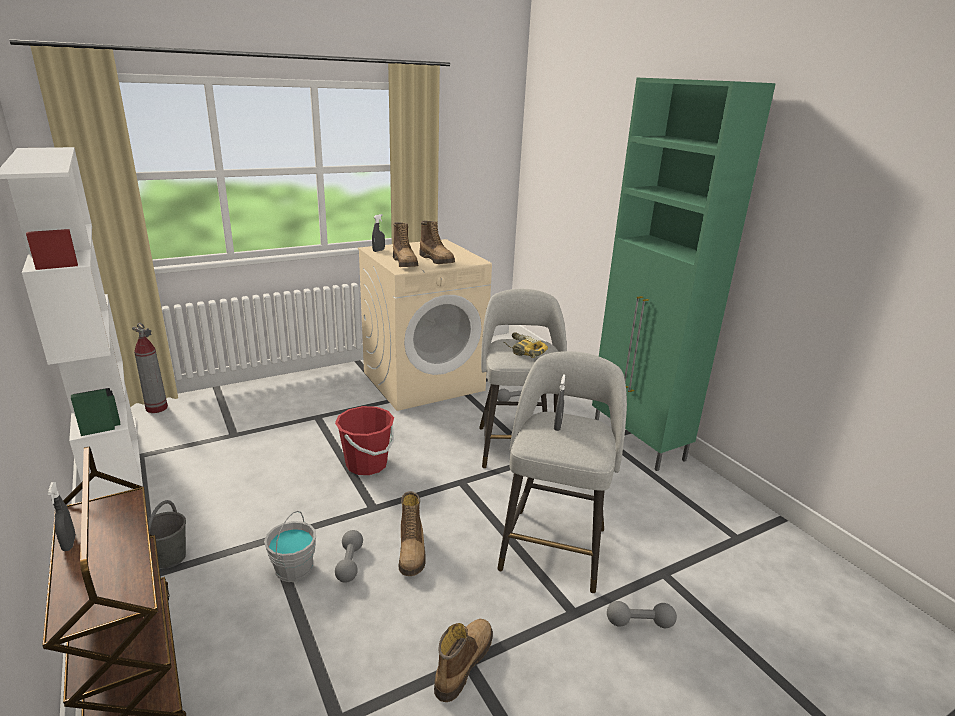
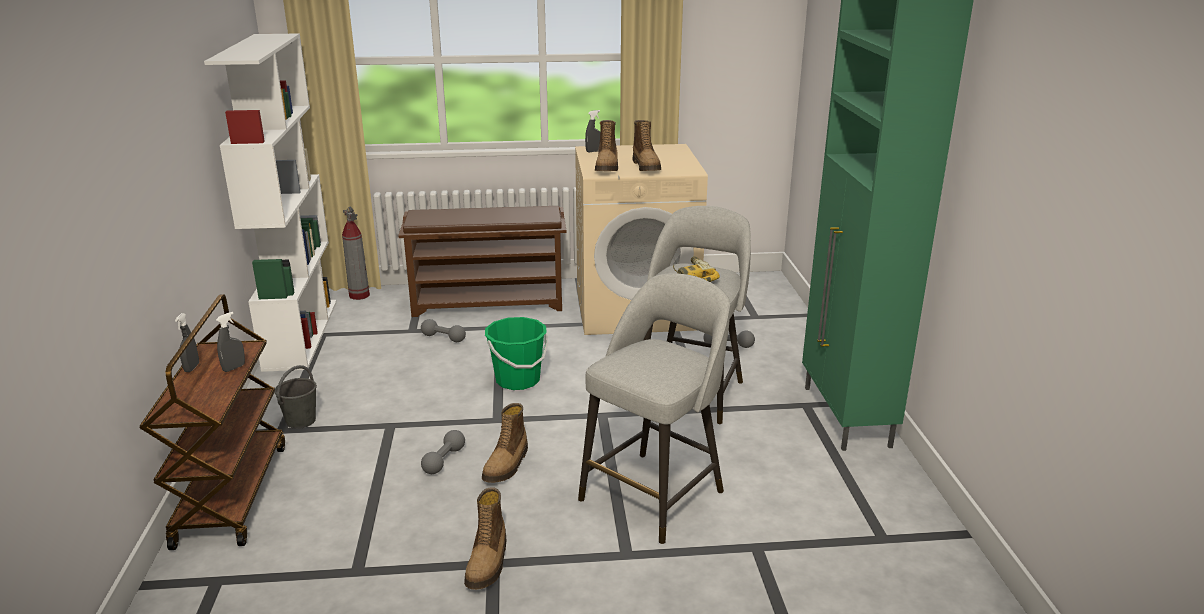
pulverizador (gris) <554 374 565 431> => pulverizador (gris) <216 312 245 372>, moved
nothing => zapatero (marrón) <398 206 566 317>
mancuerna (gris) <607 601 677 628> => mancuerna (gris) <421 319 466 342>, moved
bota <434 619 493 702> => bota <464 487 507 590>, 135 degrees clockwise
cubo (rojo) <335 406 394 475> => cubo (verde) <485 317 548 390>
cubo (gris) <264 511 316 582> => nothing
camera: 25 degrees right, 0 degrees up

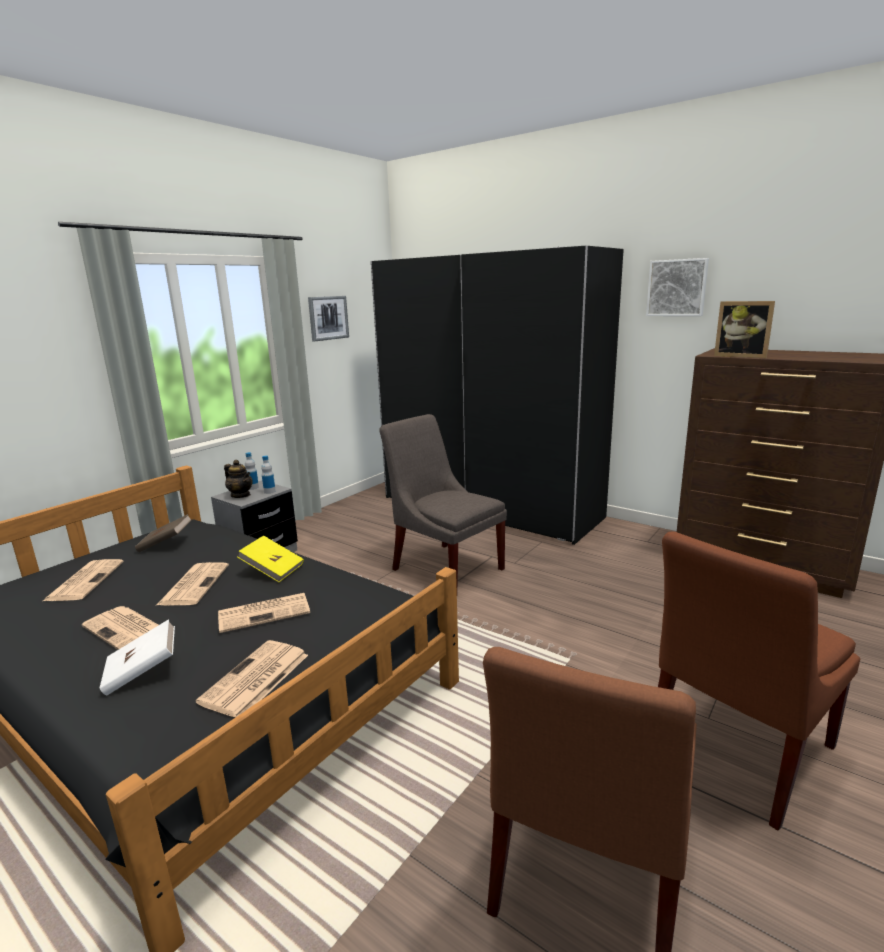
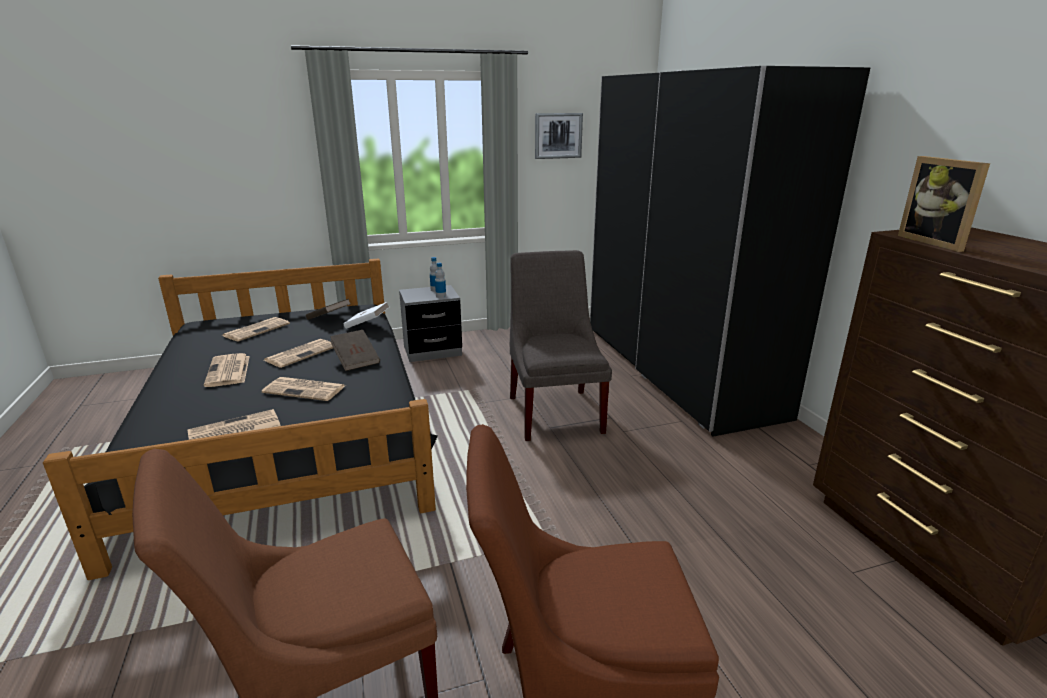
libro (amarillo) <237 535 304 582> => libro (marrón) <330 330 380 371>
libro (blanco) <99 619 175 696> => libro (blanco) <343 302 389 329>, moved
tetera <224 460 253 498> => nothing
cuadro <646 258 709 316> => nothing
camera: 35 degrees right, 5 degrees up

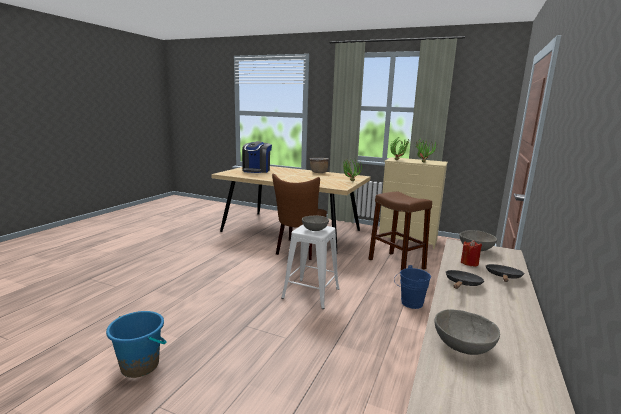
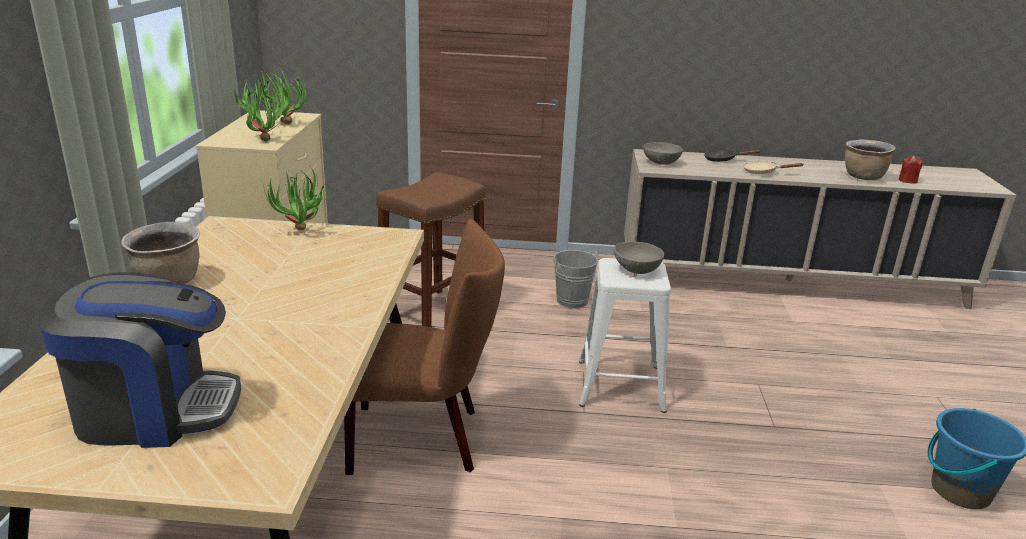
cubo (azul) <394 265 431 309> => cubo (gris) <553 250 599 309>
sartén (negro) <446 270 484 289> => sartén (beis) <744 161 804 174>
cuenco (gris) <435 309 500 355> => olla (marrón) <845 139 896 180>
vela (rojo) <461 240 482 267> => vela (rojo) <899 156 922 184>, moved
camera: 110 degrees left, 10 degrees up

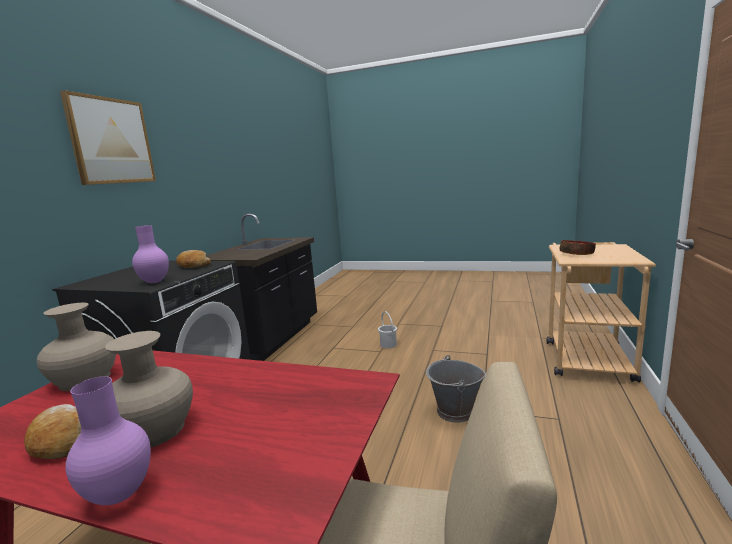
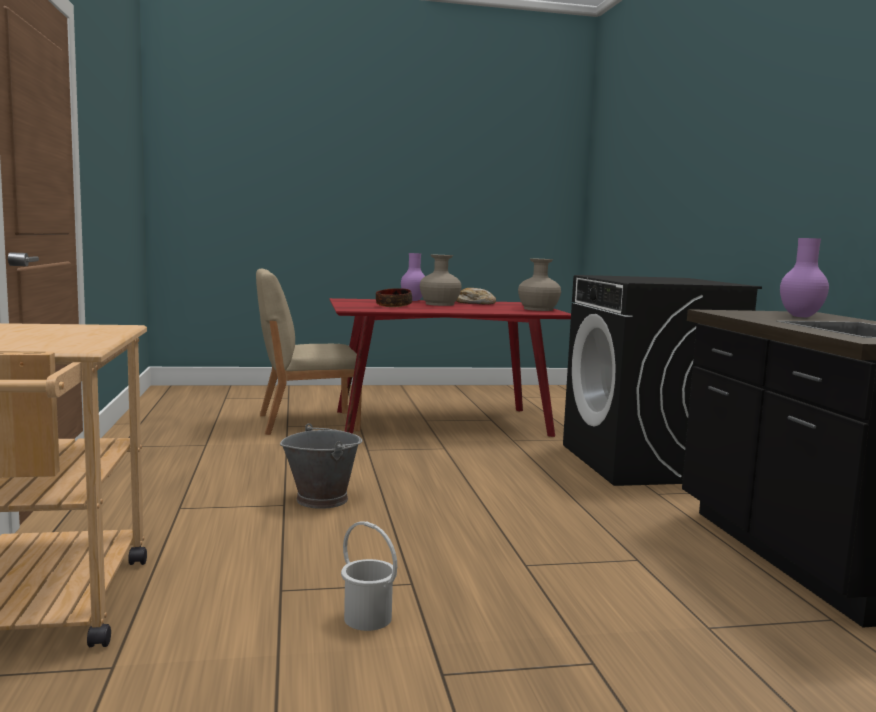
cubo (blanco) <378 311 397 348> => cubo (blanco) <341 521 397 631>, moved
cuenco <560 240 596 255> => cuenco <376 288 412 307>, moved
florero (morado) <132 225 169 283> => florero (morado) <780 238 829 317>, moved
cuadro <60 90 156 185> => nothing
pan <176 250 211 268> => nothing
camera: 150 degrees right, 5 degrees down

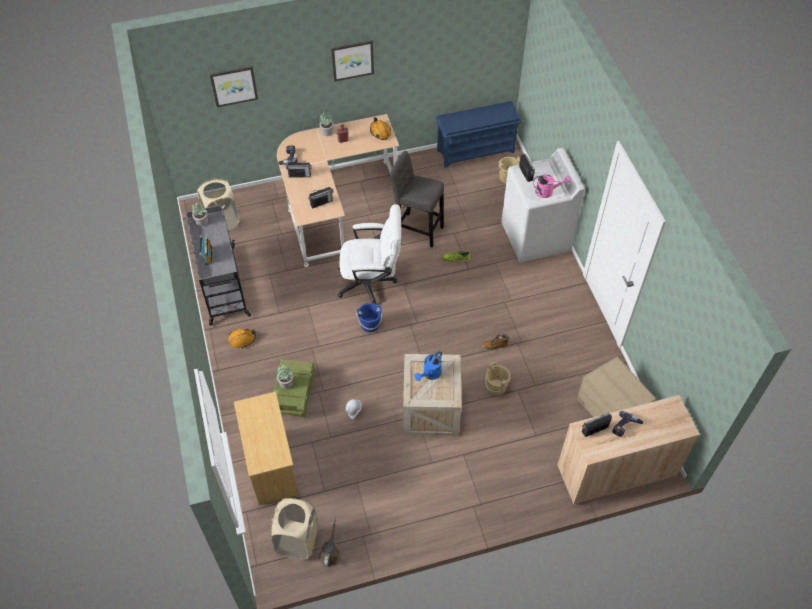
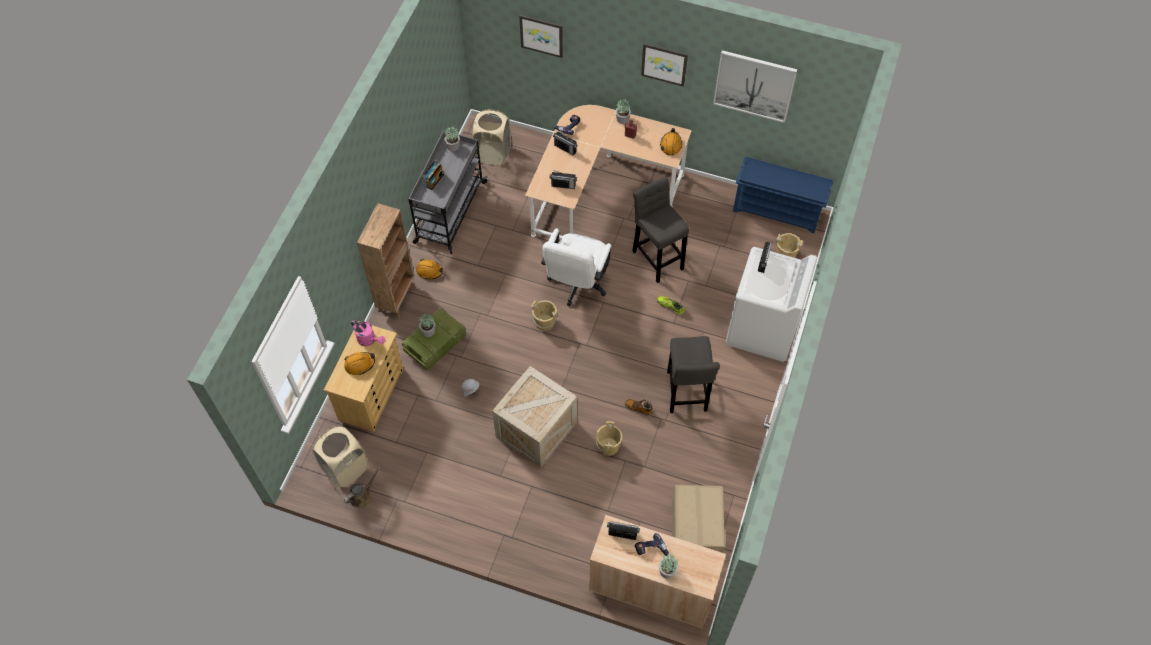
nothing => casco (naranja) <344 352 375 375>
regadera (rosa) <533 174 571 198> => regadera (rosa) <351 320 385 346>, moved
nothing => estantería (marrón) <357 203 415 318>
cubo (azul) <356 303 383 333> => cubo (beis) <531 300 557 331>
silla de oficina (blanco) <338 204 401 305> => silla de oficina (blanco) <541 228 611 306>, 75 degrees clockwise
nothing => planta en maceta <659 555 678 579>
nothing => taburete (gris) <667 336 720 413>
nothing => cuadro <713 50 798 123>
regadera (azul) <415 351 442 381> => nothing
camera: 35 degrees right, 5 degrees up

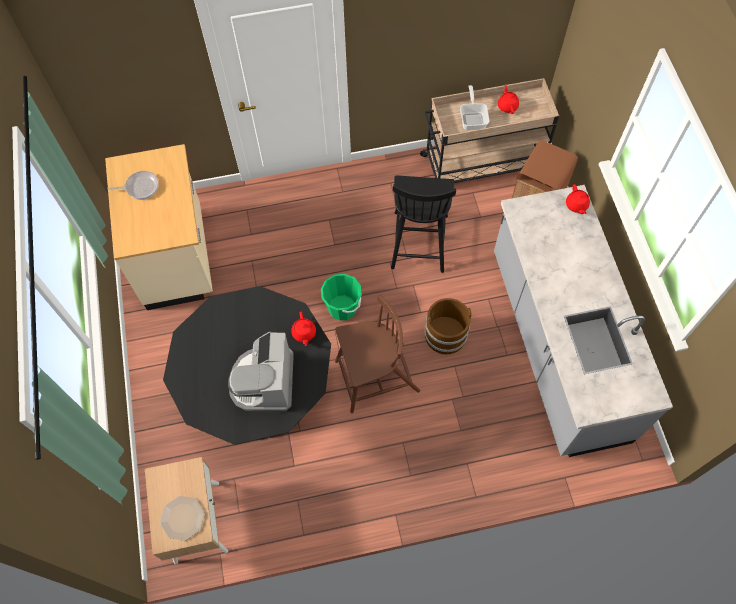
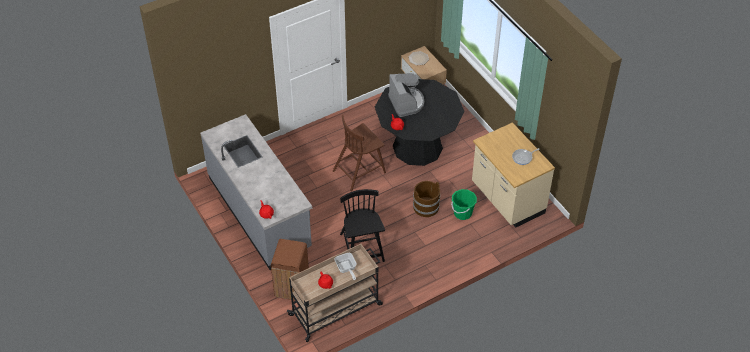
cubo (marrón) <425 298 471 354> => cubo (marrón) <413 181 440 217>, moved
cubo (verde) <321 274 362 321> => cubo (verde) <451 189 477 220>, moved
camera: 160 degrees right, 15 degrees down

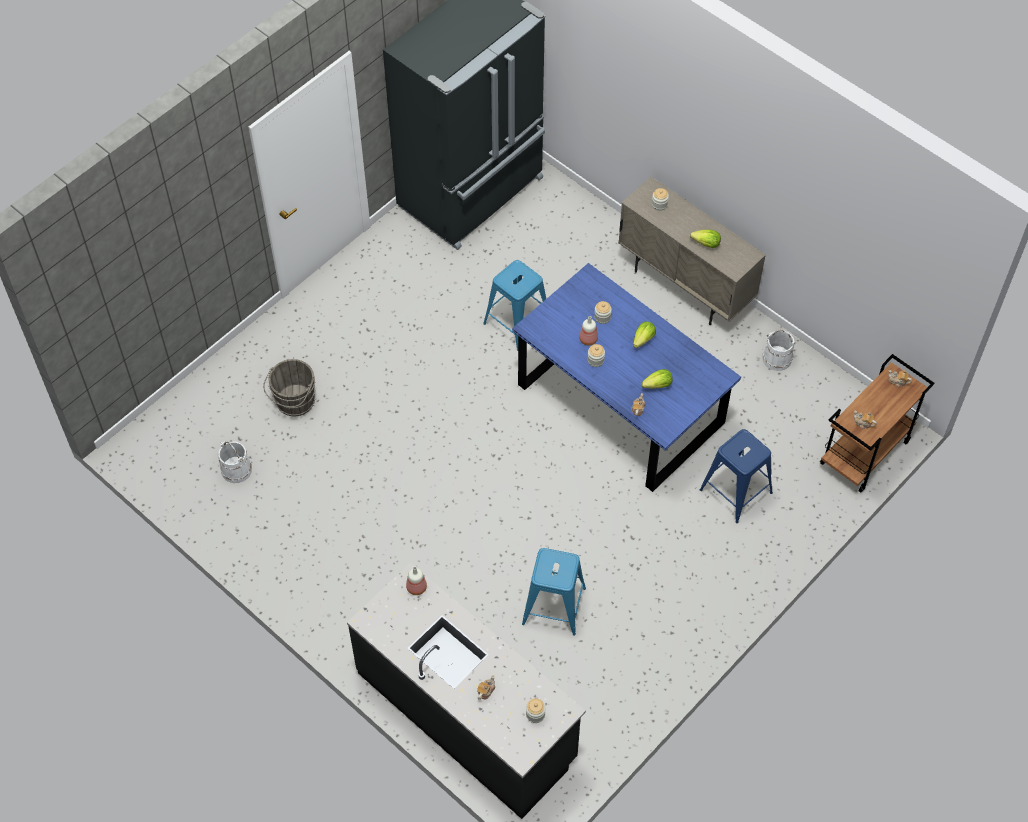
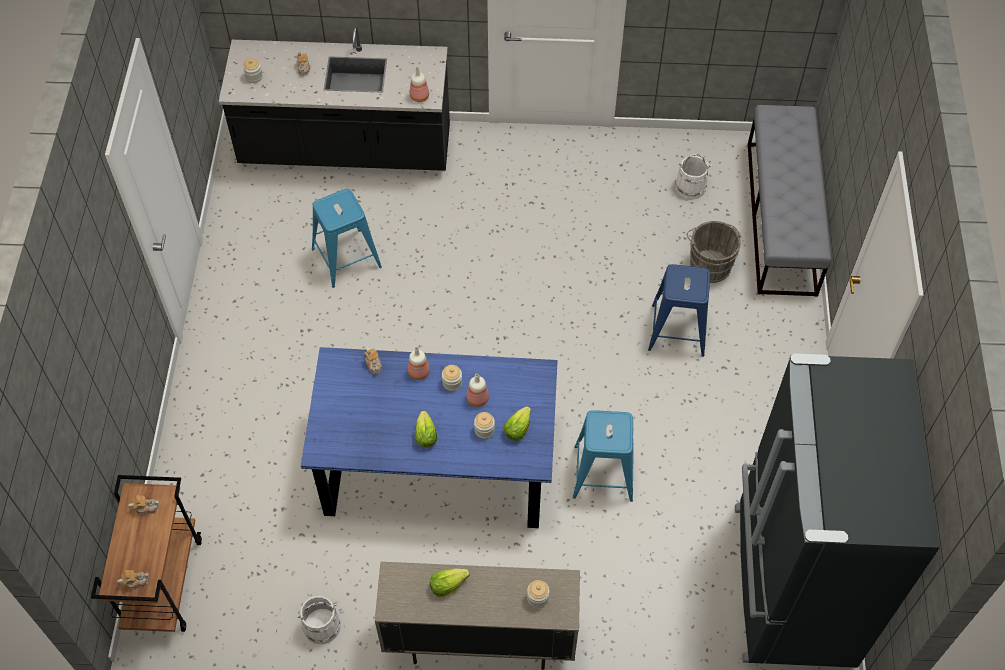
nothing => botella <408 347 430 380>
lechuga <641 369 673 389> => lechuga <504 406 531 441>, moved
taburete (azul) <700 429 773 523> => taburete (azul) <648 264 710 357>, moved
nothing => banco (gris) <748 105 832 297>
camera: 140 degrees right, 0 degrees up

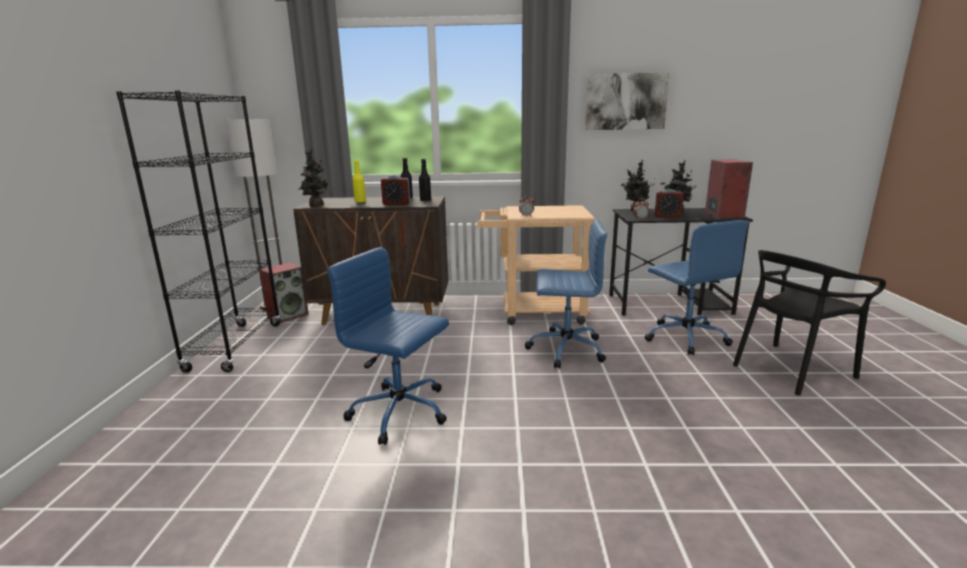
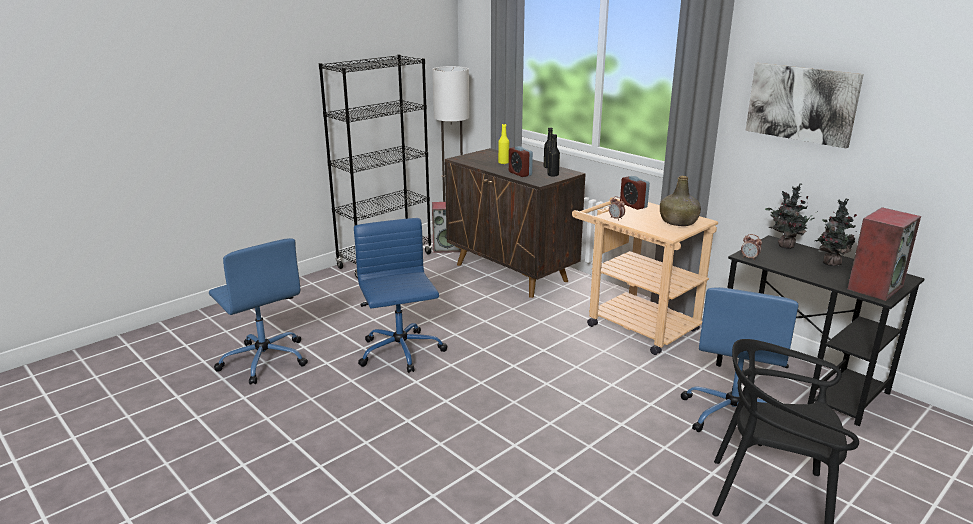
silla de oficina (azul) <525 219 607 369> => silla de oficina (azul) <209 238 308 385>, moved
despertador <654 189 683 218> => despertador <620 176 650 210>, moved
nothing => botella (verde) <660 176 701 226>
planta en maceta <299 149 328 206> => nothing
camera: 45 degrees right, 5 degrees up

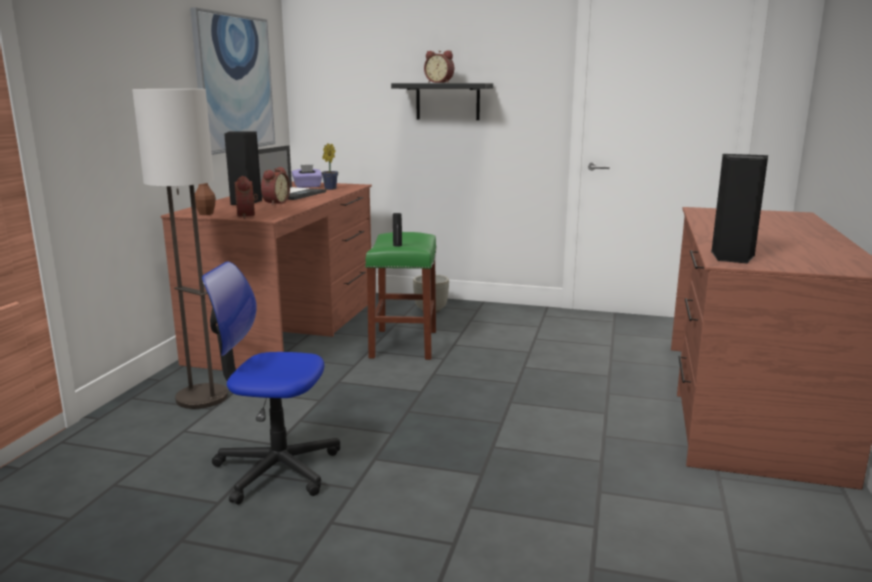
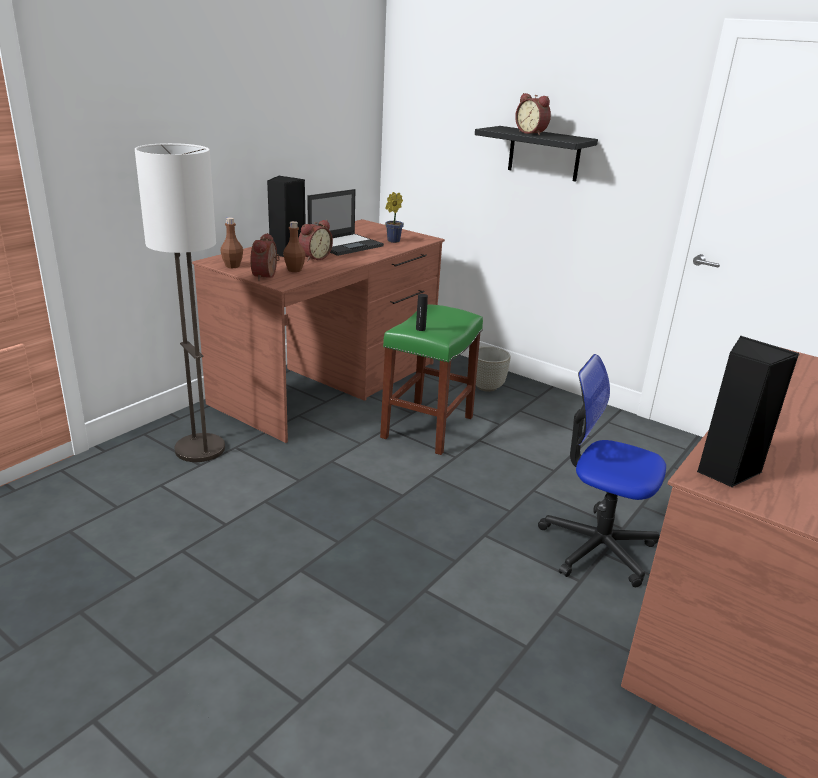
nothing => botella (marrón) <283 221 305 272>
silla de oficina <201 261 340 505> => silla de oficina <538 354 666 587>, moved
cuadro <190 7 275 155> => nothing
caja de pañuelos (morado) <292 165 323 188> => nothing
camera: 20 degrees right, 10 degrees up

